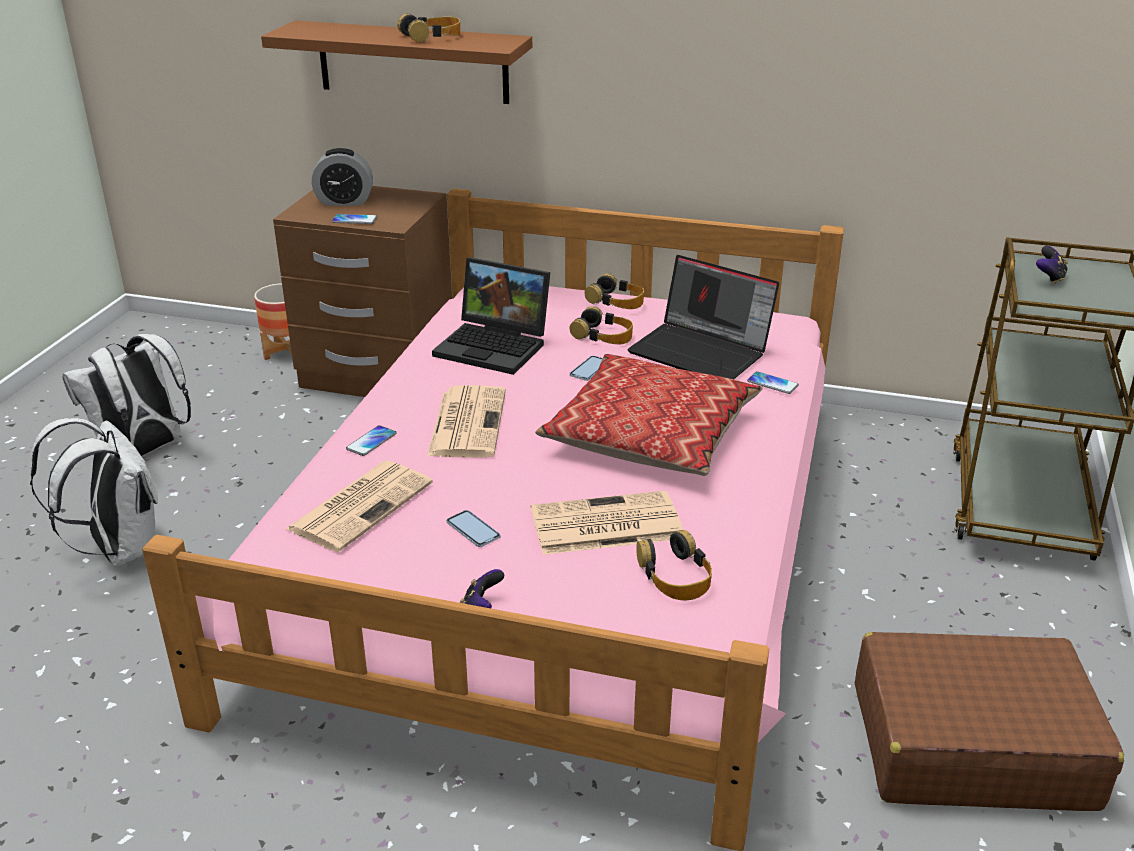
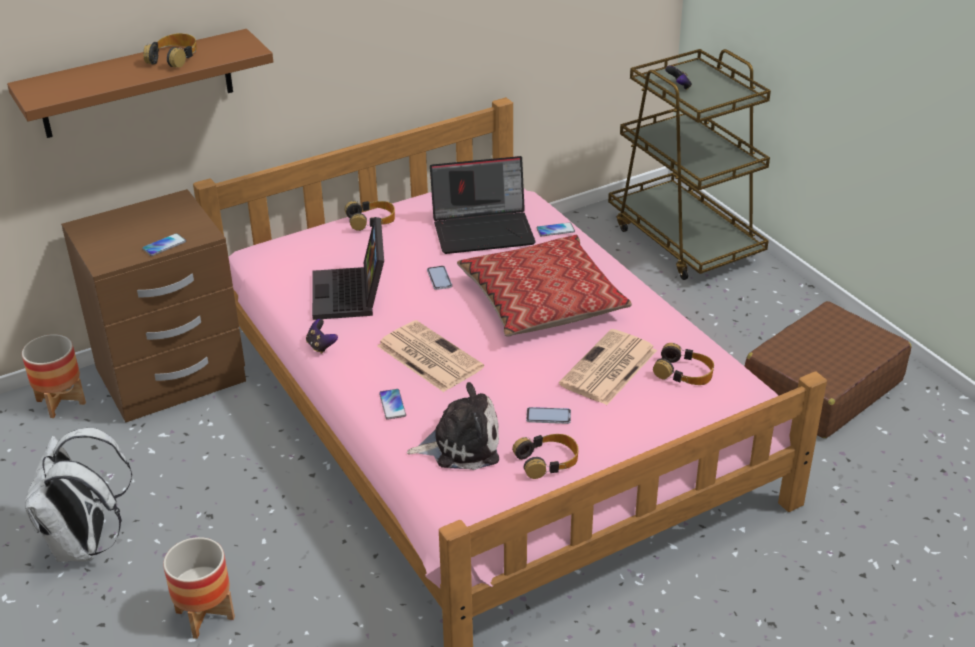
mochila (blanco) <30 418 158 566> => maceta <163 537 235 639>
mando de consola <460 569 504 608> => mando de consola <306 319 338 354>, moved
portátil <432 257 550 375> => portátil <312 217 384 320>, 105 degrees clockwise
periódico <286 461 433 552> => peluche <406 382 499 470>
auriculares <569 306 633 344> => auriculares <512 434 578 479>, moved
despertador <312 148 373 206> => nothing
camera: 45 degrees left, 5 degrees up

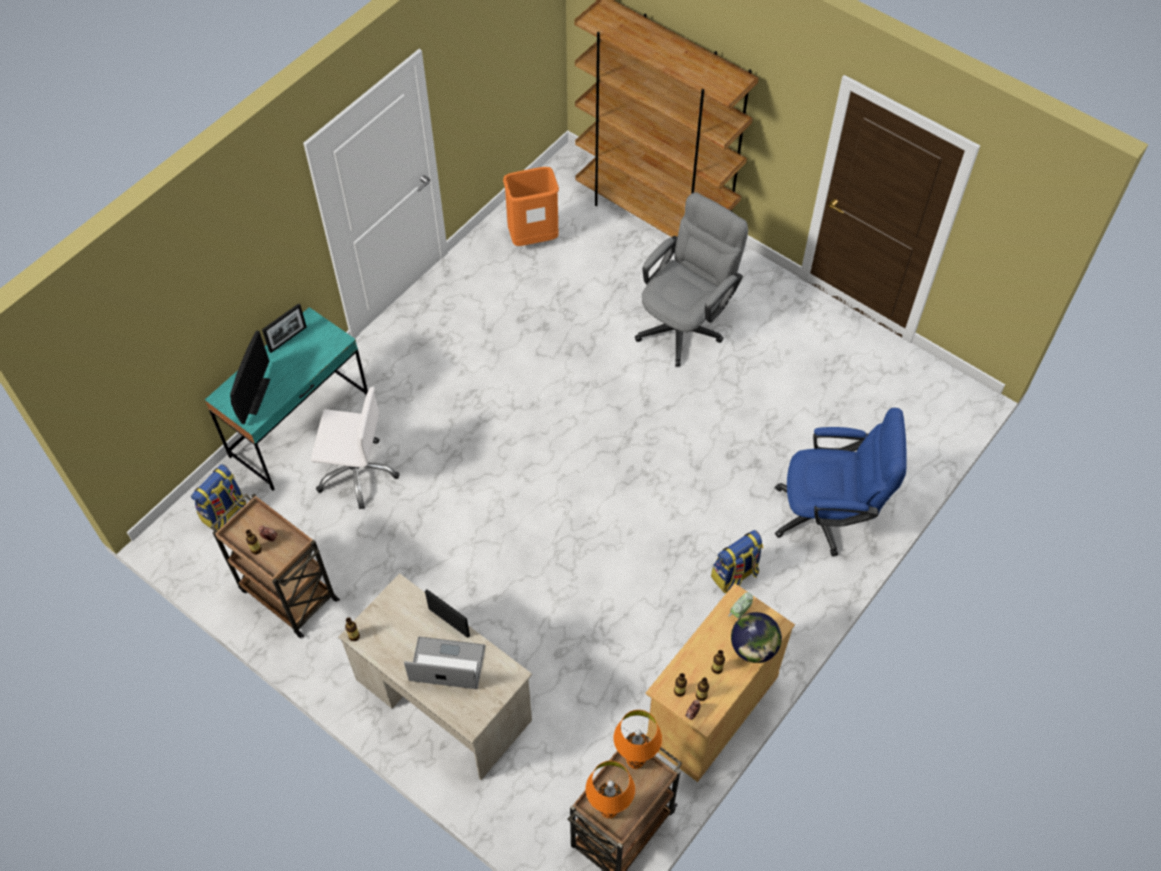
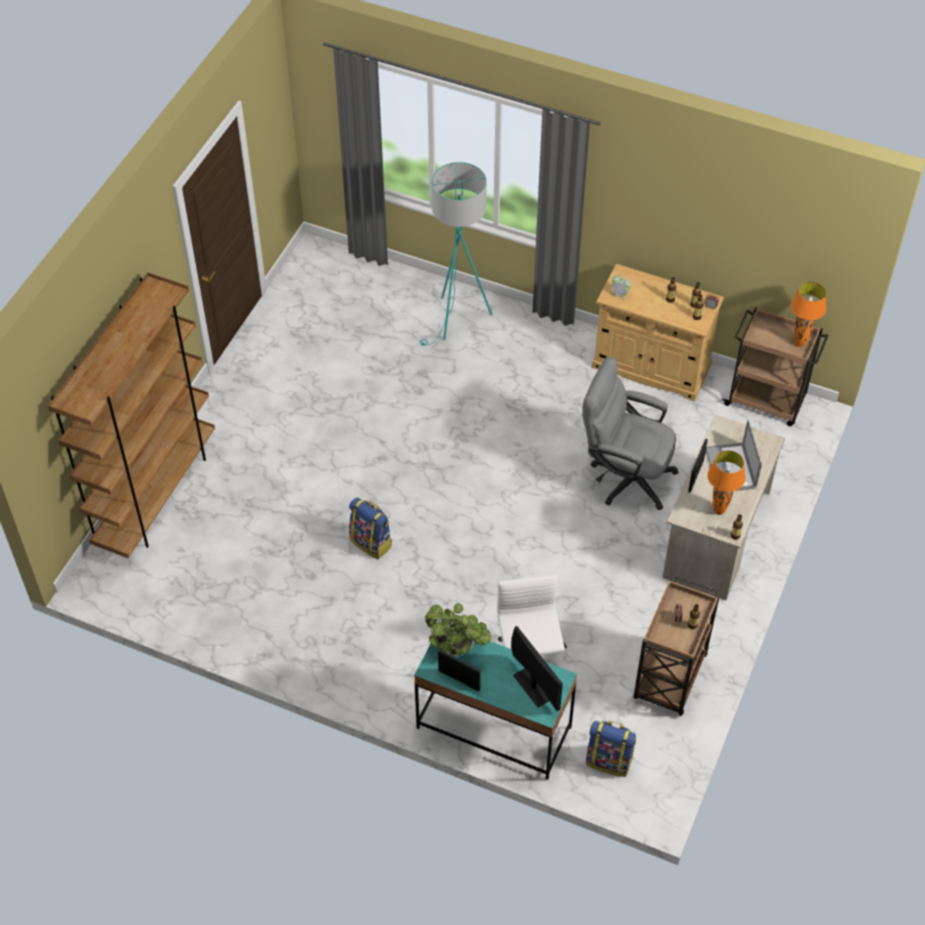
mochila <711 530 763 593> => mochila <349 497 392 559>, moved
silla de oficina (azul) <775 408 907 556> => lámpara de pie (turquesa) <420 162 492 346>
nothing => planta en maceta <425 603 491 656>
monitor <230 331 270 424> => monitor <511 626 563 711>, 60 degrees clockwise
silla de oficina (gris) <635 192 748 366> => silla de oficina (gris) <582 357 679 510>, moved
lámpara de mesa (naranja) <614 710 662 769> => lámpara de mesa (naranja) <707 450 746 515>, moved
papelera (naranja) <503 167 559 246> => nothing
globo terráqueo <731 612 782 663> => nothing
camera: 105 degrees left, 5 degrees down

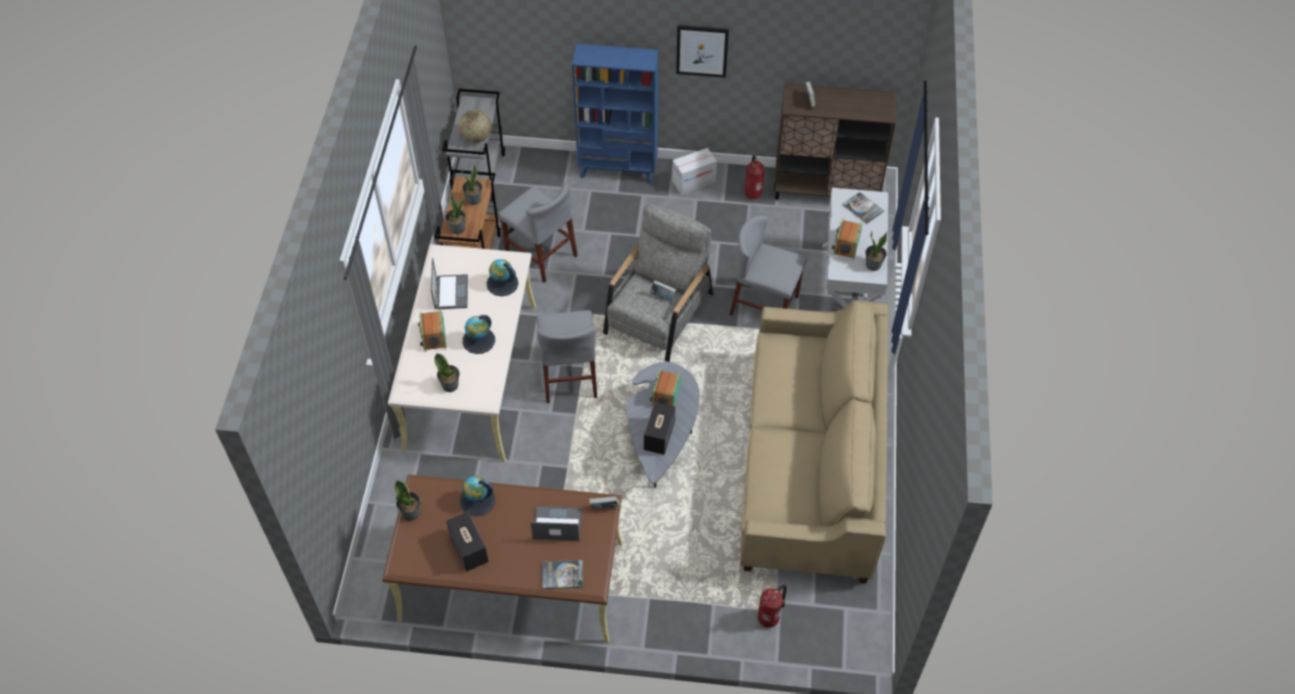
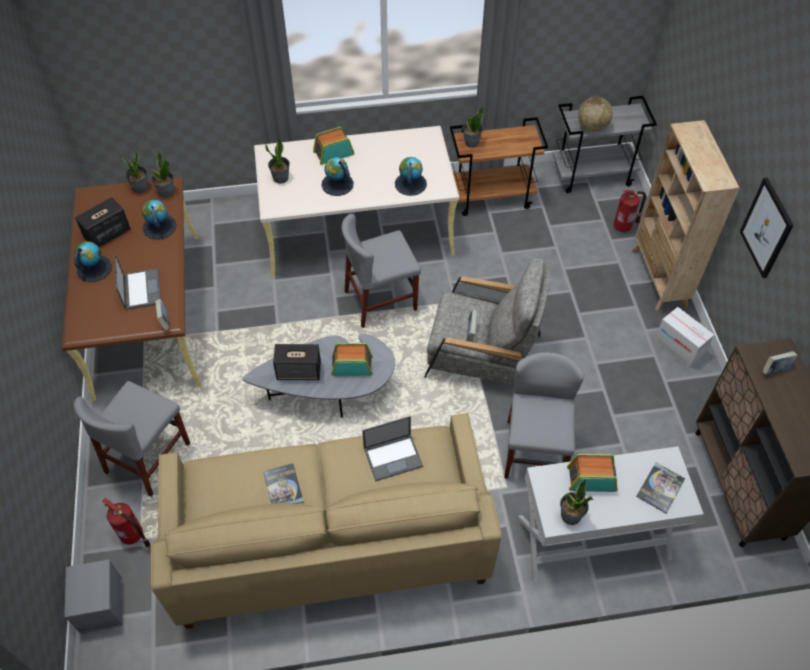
nothing => caja de almacenaje (gris) <64 559 123 634>
nothing => globo terráqueo <74 241 112 282>
silla (gris) <499 182 578 283> => silla (gris) <74 381 190 497>, moved
planta en maceta <461 164 482 205> => planta en maceta <151 152 175 197>, moved
libro <542 560 583 589> => libro <263 463 304 504>, moved
portátil <431 258 468 310> => portátil <362 416 423 482>, moved
extintor <745 155 765 199> => extintor <614 190 646 232>, moved
estantería (azul) <572 43 659 184> => estantería (beis) <631 120 740 311>
camera: 75 degrees right, 0 degrees up

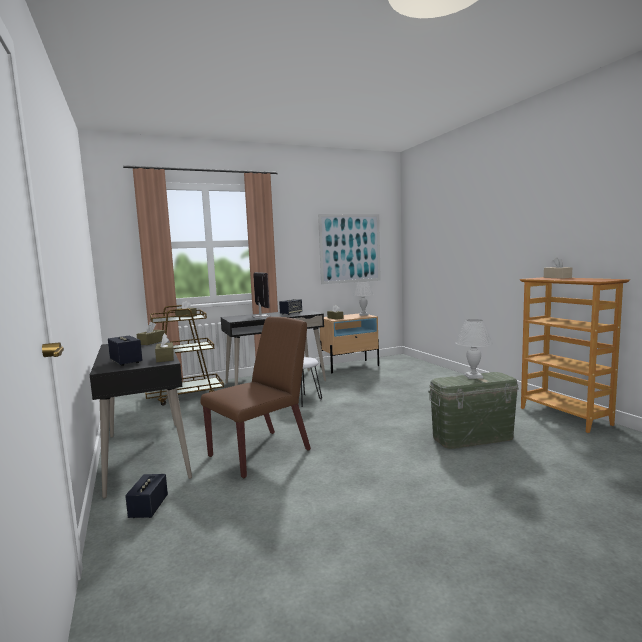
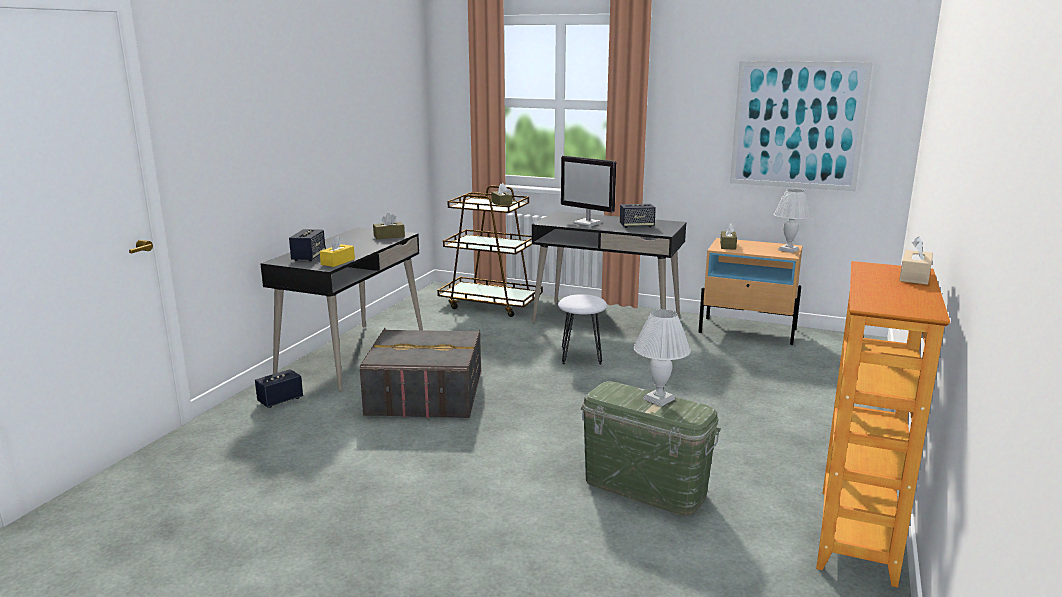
caja de pañuelos (marrón) <155 333 174 362> => caja de pañuelos (amarillo) <320 235 355 267>
silla (marrón) <201 317 311 478> => caja de almacenaje (gris) <360 328 481 418>
monitor <252 272 271 318> => monitor <561 156 616 226>, 105 degrees clockwise
camera: 45 degrees right, 10 degrees up

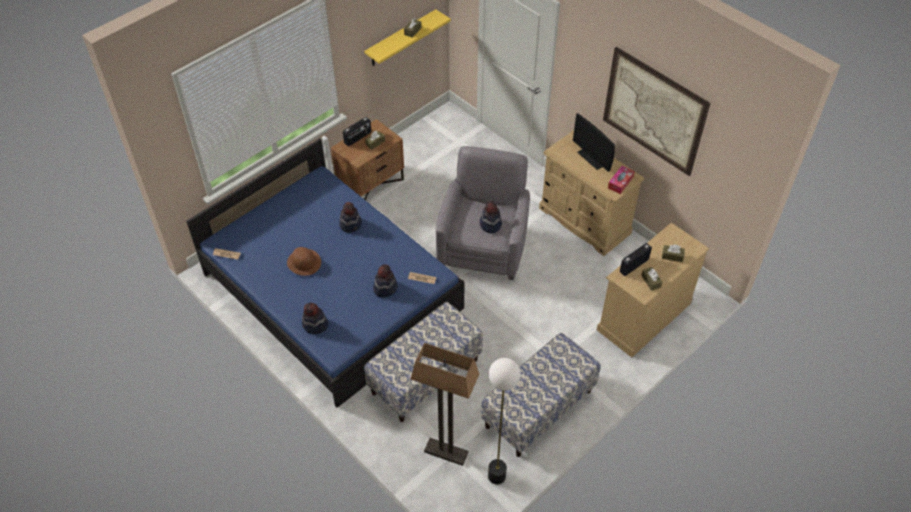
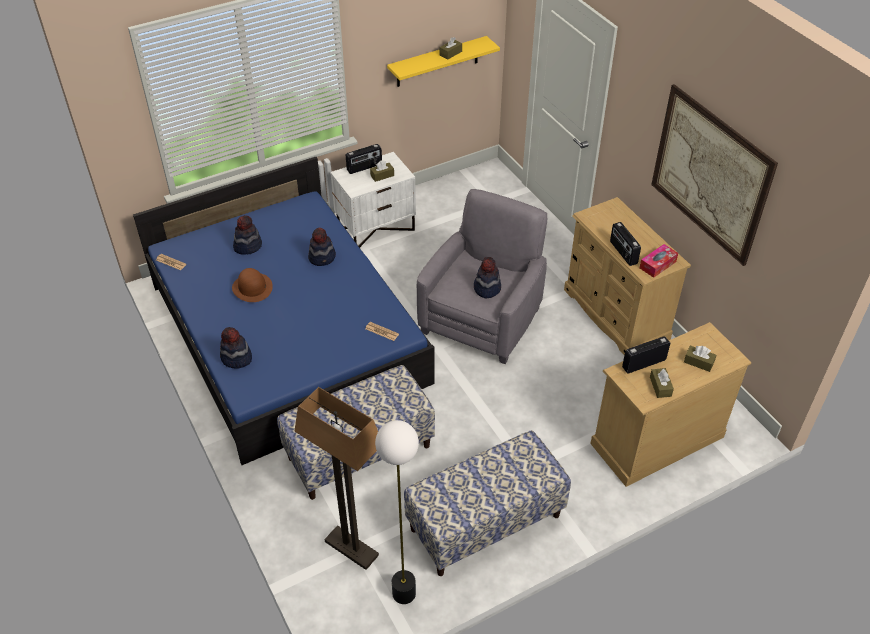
sombrero <373 264 398 298> => sombrero <233 215 262 255>, moved
mesita de noche (marrón) <331 119 404 200> => mesita de noche (blanco) <330 152 416 248>
nothing => radio <610 222 641 266>
monitor <573 113 615 172> => nothing
camera: 15 degrees right, 5 degrees down

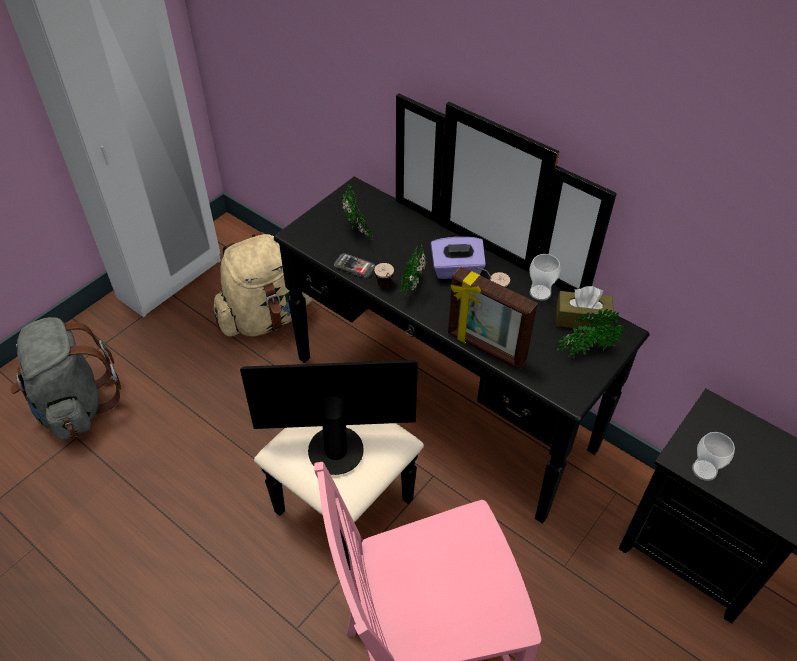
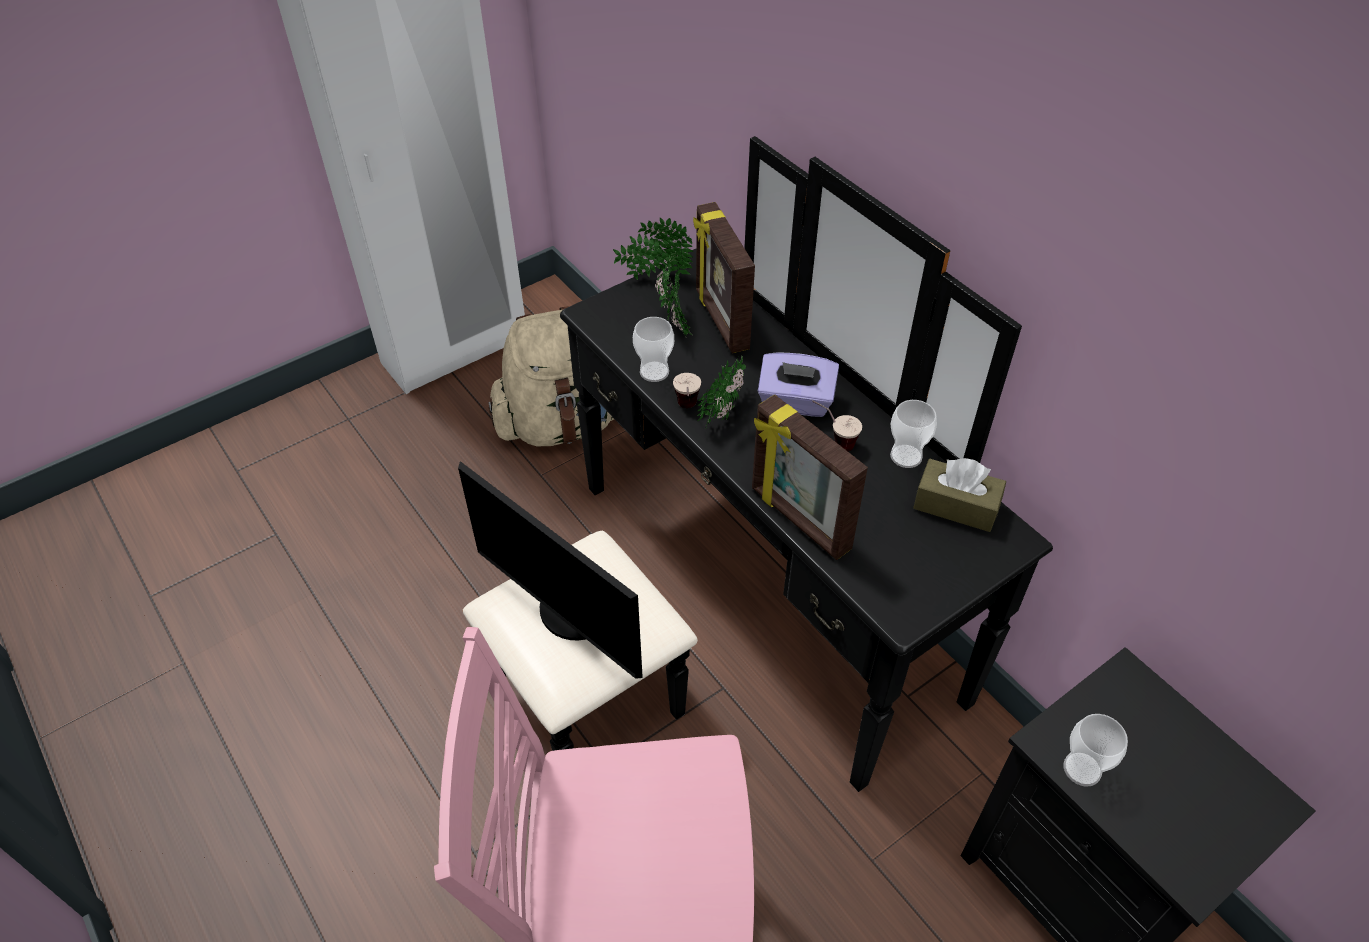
monitor <240 360 418 475> => monitor <458 461 643 679>, 150 degrees counterclockwise
planta en maceta <557 309 625 358> => planta en maceta <613 218 693 280>, moved
móvil <334 253 376 278> => taza <633 317 674 382>
nothing => portarretratos <693 202 755 353>
mochila (gris) <10 317 121 440> => nothing
camera: 15 degrees right, 0 degrees up

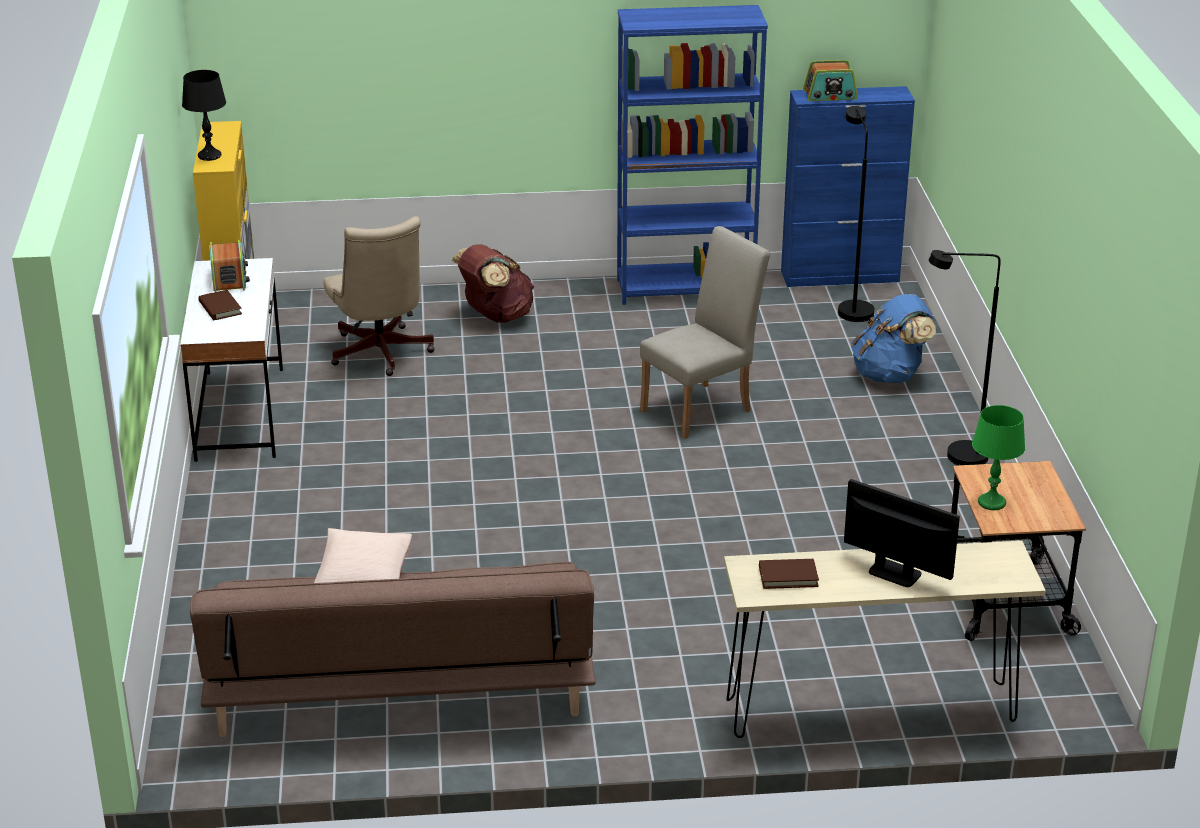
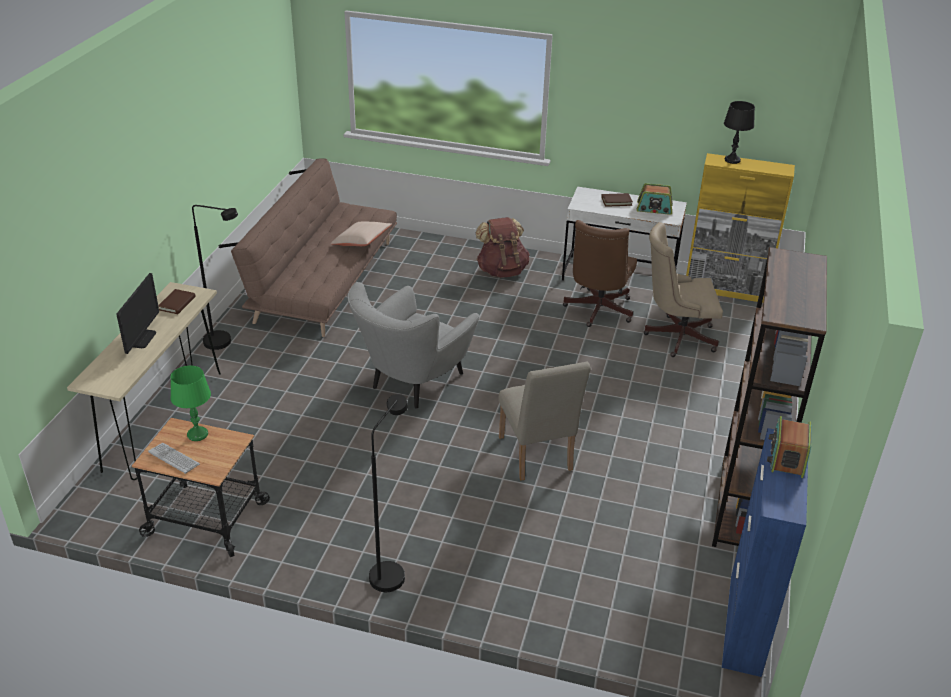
monitor <844 479 960 587> => monitor <116 273 159 354>, 45 degrees counterclockwise
nothing => teclado <148 443 200 474>
lámpara de pie (negro) <838 106 875 322> => lámpara de pie (negro) <192 205 238 350>, moved
nothing => sillón (gris) <348 282 480 409>
mochila (marrón) <452 244 534 323> => mochila (marrón) <475 217 530 278>, moved
nothing => silla de oficina (marrón) <563 220 637 327>
estantería (azul) <617 5 768 305> => estantería (marrón) <712 247 827 547>
mochila (azul) <851 294 936 383> => nothing
camera: 110 degrees right, 5 degrees up

